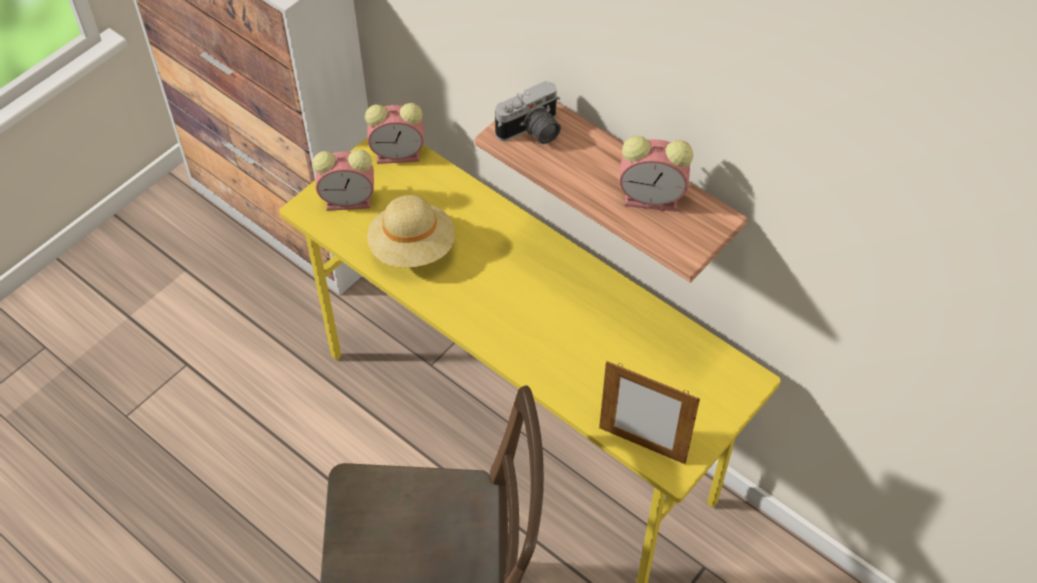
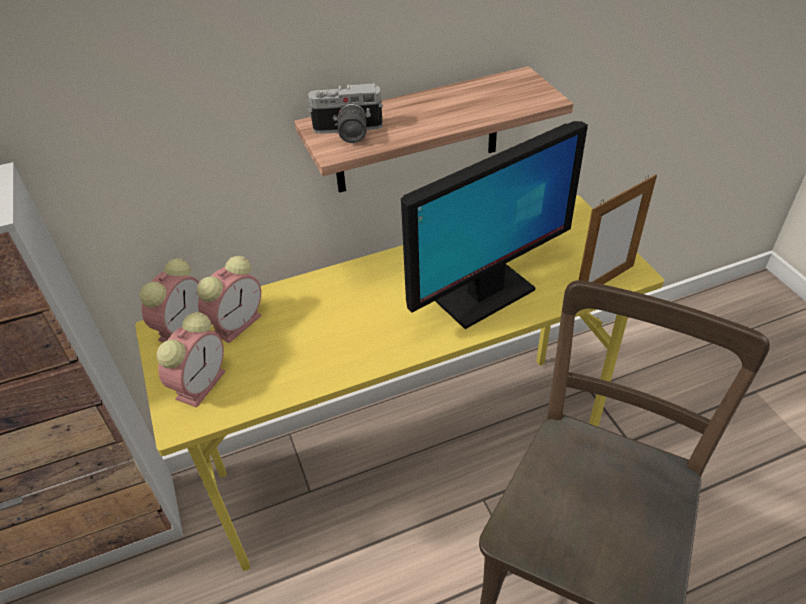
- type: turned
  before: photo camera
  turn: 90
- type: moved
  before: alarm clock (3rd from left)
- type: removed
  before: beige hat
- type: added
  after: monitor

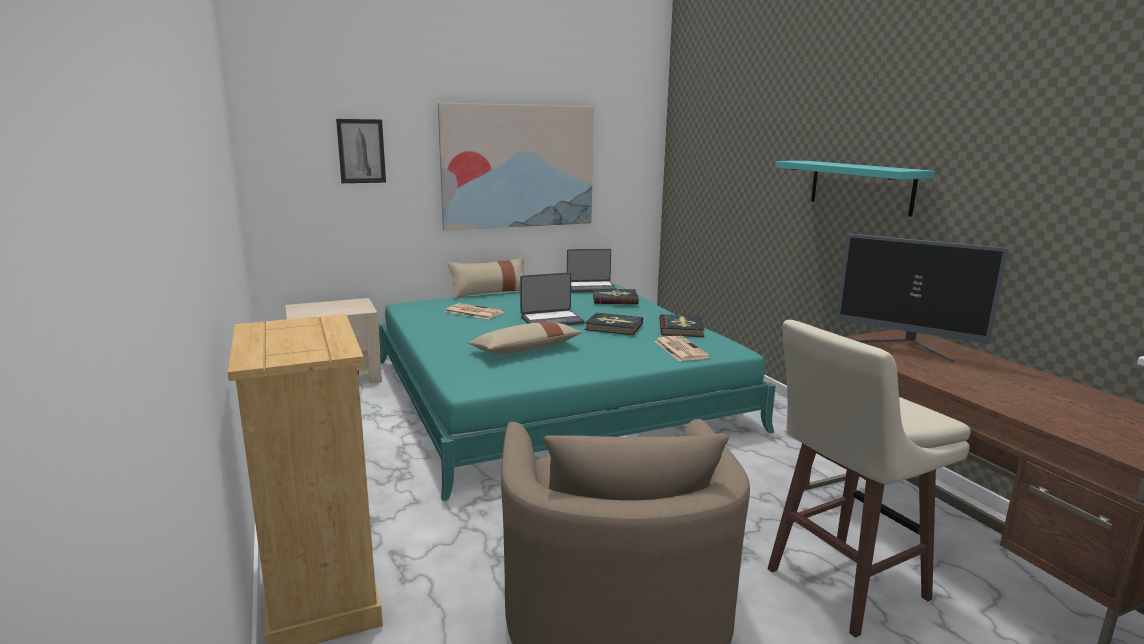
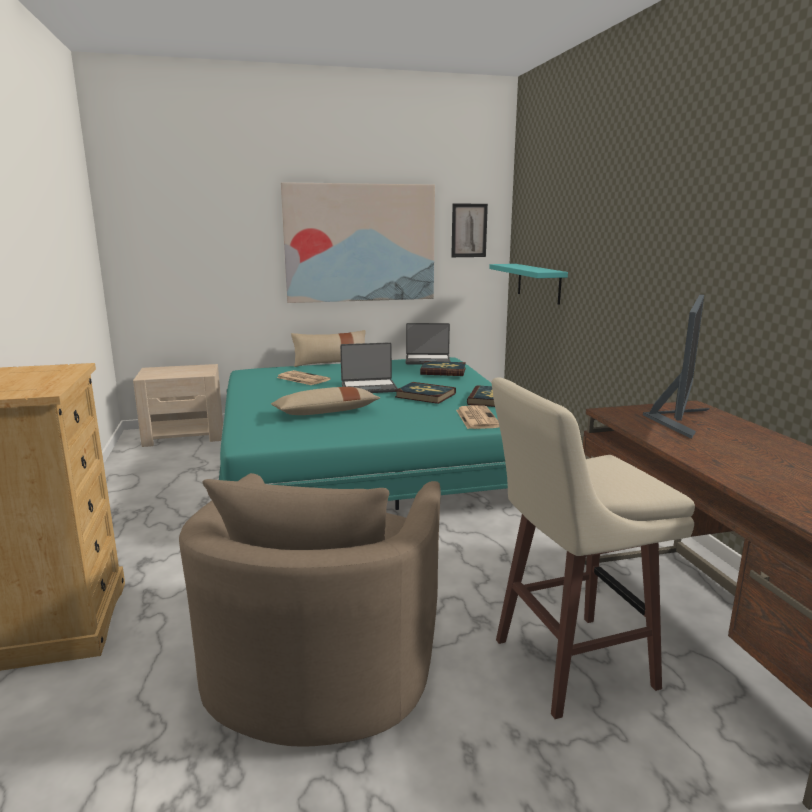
- type: moved
  before: picture (1st from left in the first image)
  after: picture (2nd from left)
- type: moved
  before: turquoise shelf
- type: turned
  before: monitor
  turn: -105

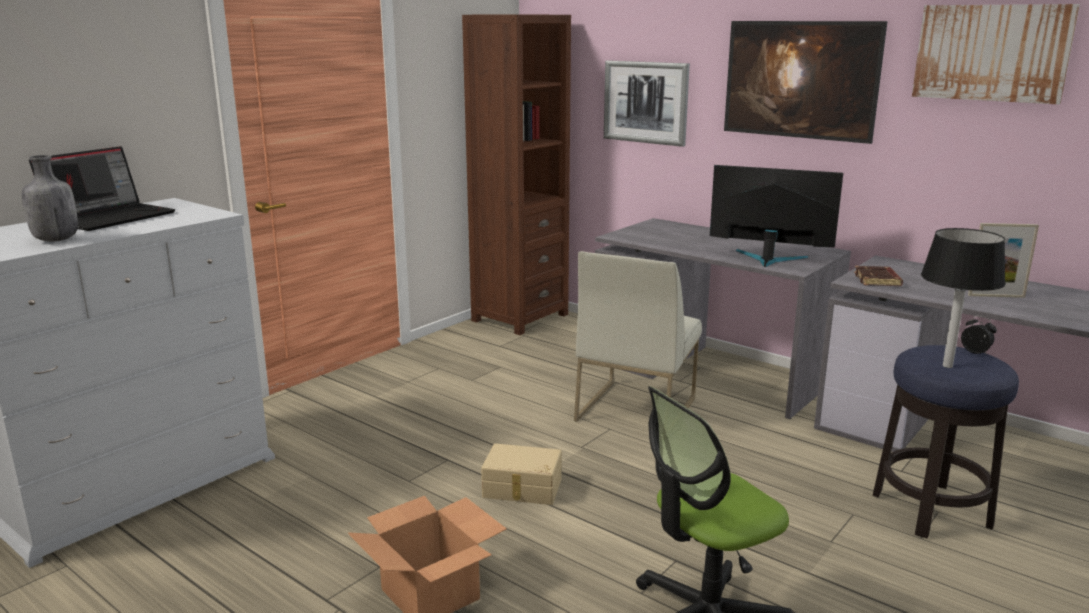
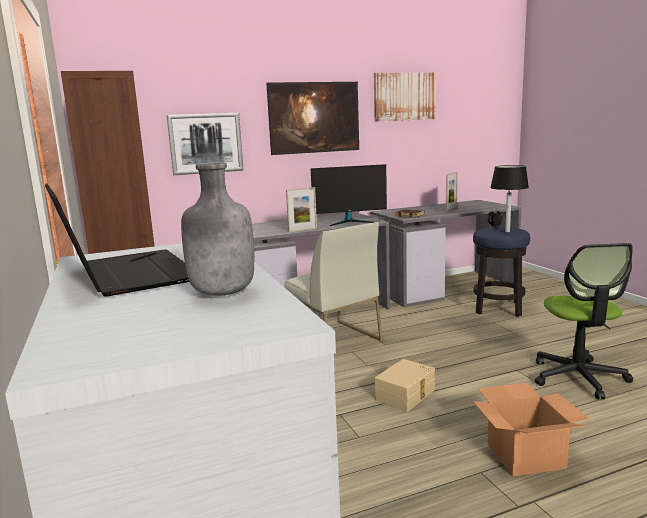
- type: turned
  before: monitor
  turn: -150
- type: added
  after: picture frame (1st from left)

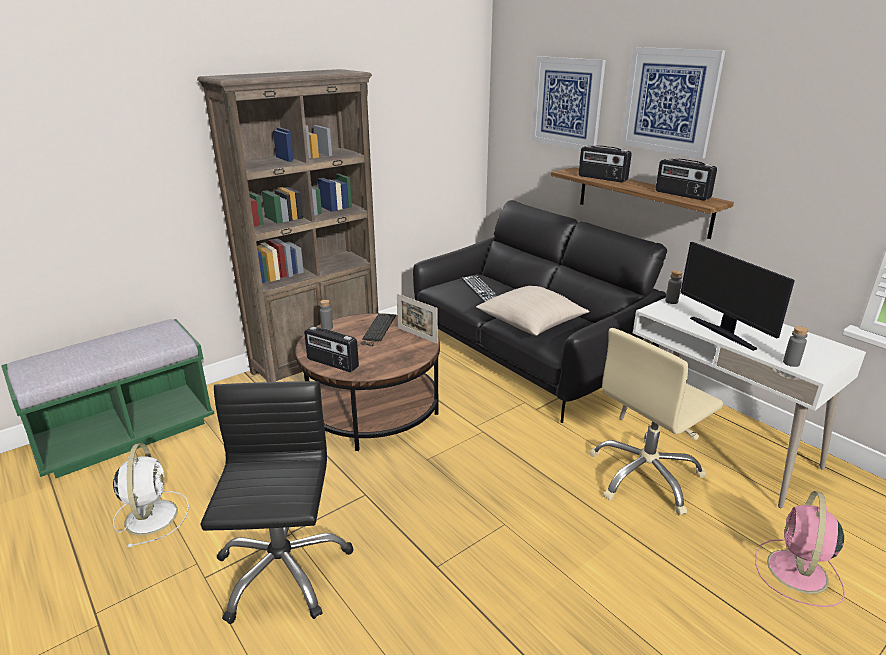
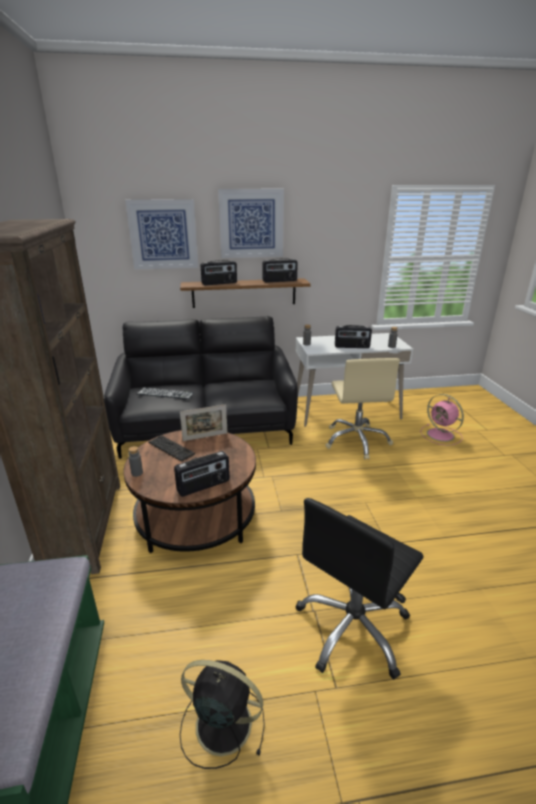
- type: replaced
  before: monitor
  after: radio (4th from left)
- type: removed
  before: beige pillow
- type: turned
  before: black office chair
  turn: -75
- type: recoloured
  before: white fan
  after: black fan

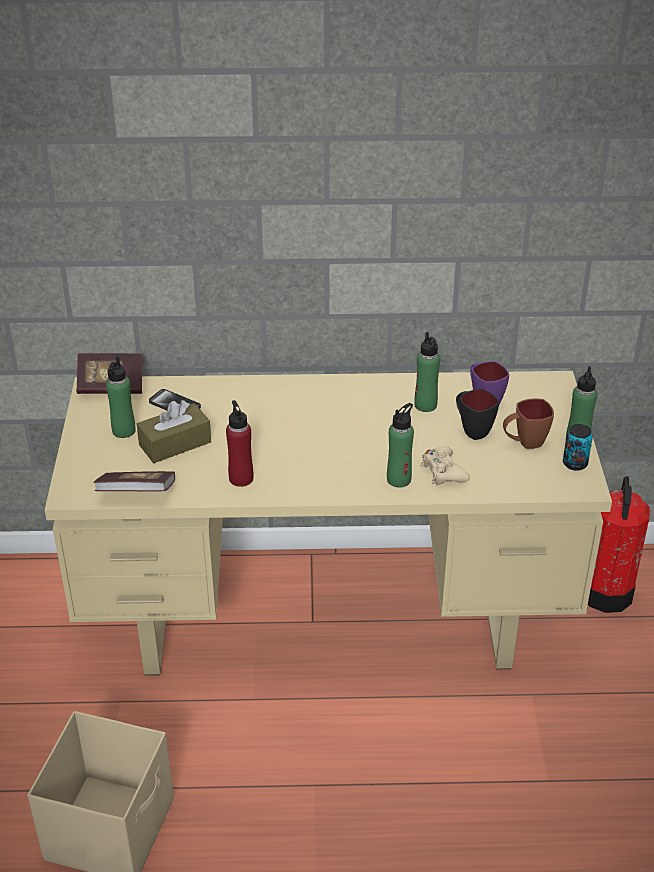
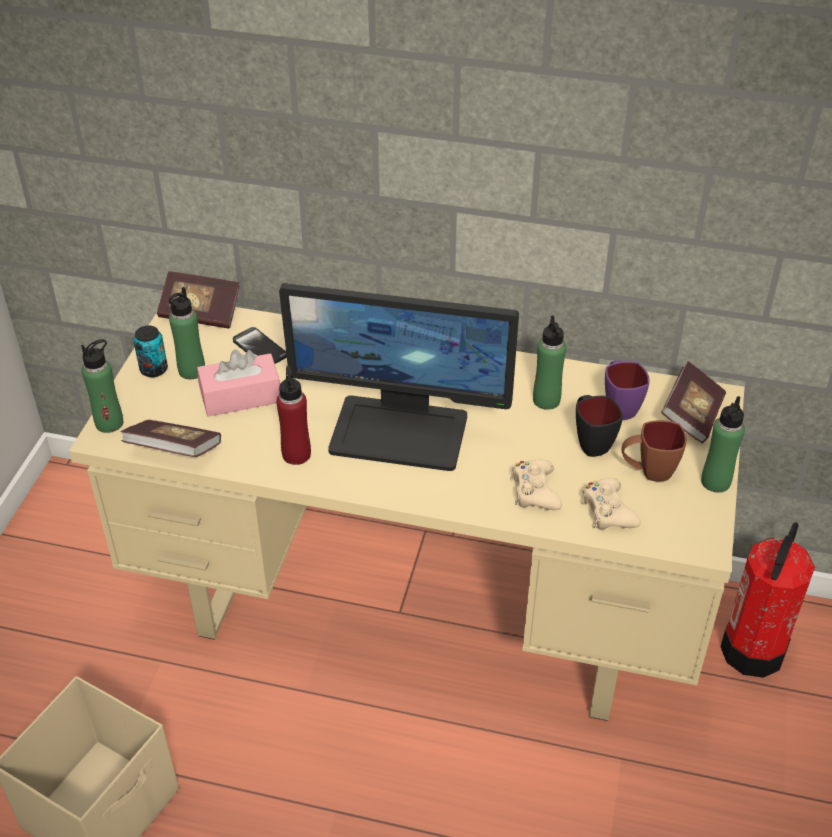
- type: recoloured
  before: brown tissue box
  after: pink tissue box
- type: moved
  before: green bottle (2nd from left in the first image)
  after: green bottle (1st from left)
- type: moved
  before: can
- type: added
  after: monitor
- type: added
  after: book (3rd from left)
- type: added
  after: beige game controller (2nd from left)

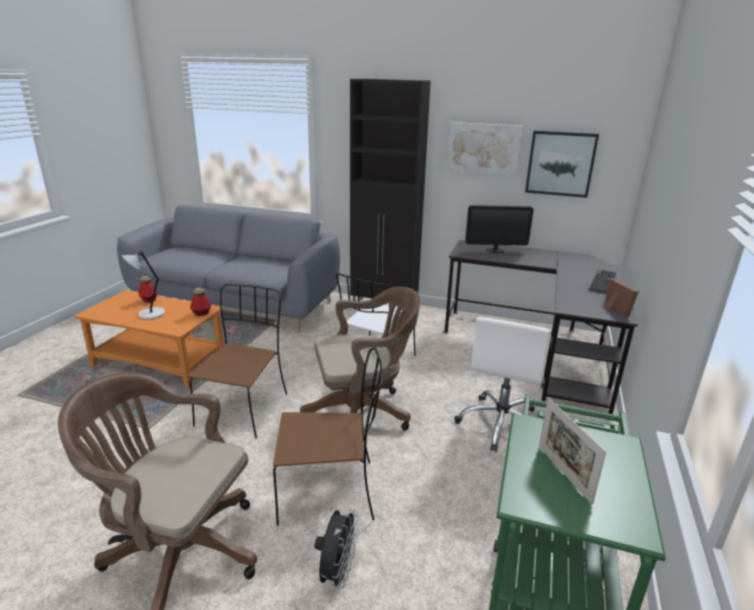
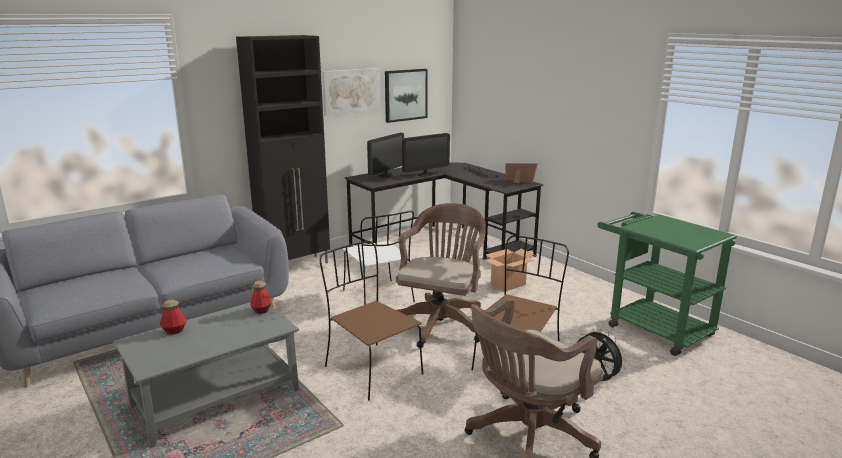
- type: removed
  before: grey table lamp
- type: recoloured
  before: orange coffee table
  after: grey coffee table
- type: replaced
  before: white office chair
  after: cardboard box
- type: removed
  before: picture frame (1st from left)
- type: added
  after: monitor (2nd from left)

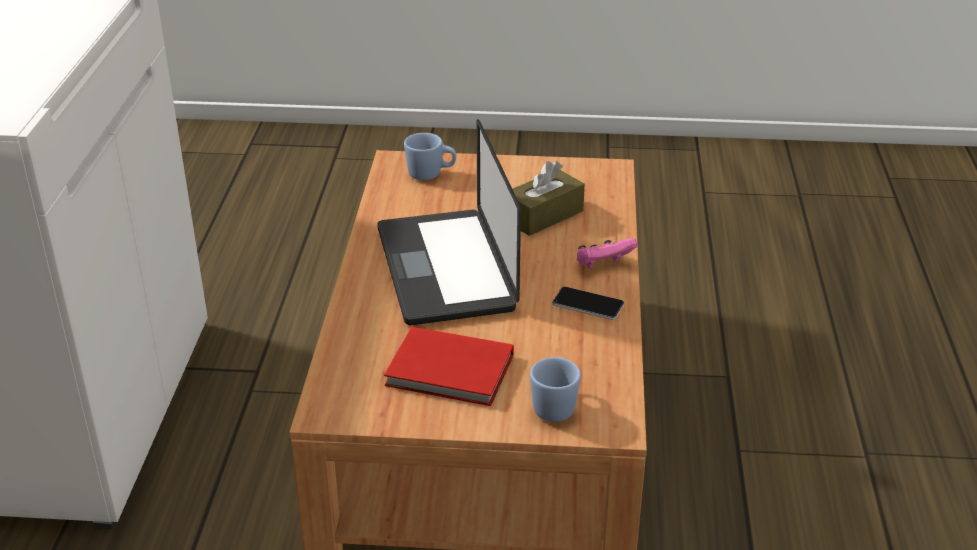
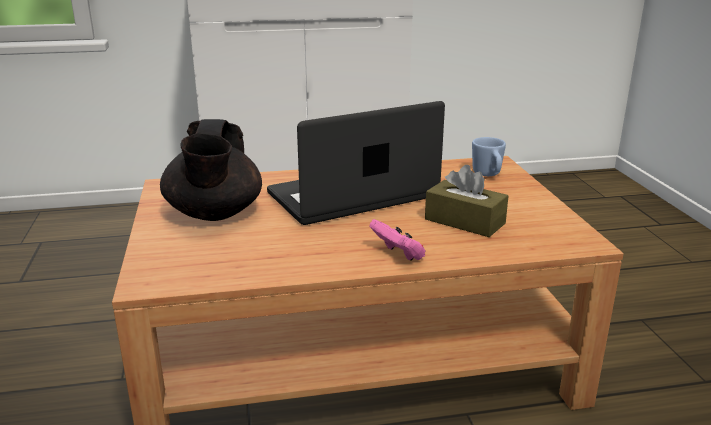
- type: removed
  before: phone
- type: replaced
  before: red book
  after: black teapot
- type: removed
  before: blue mug (2nd from left)

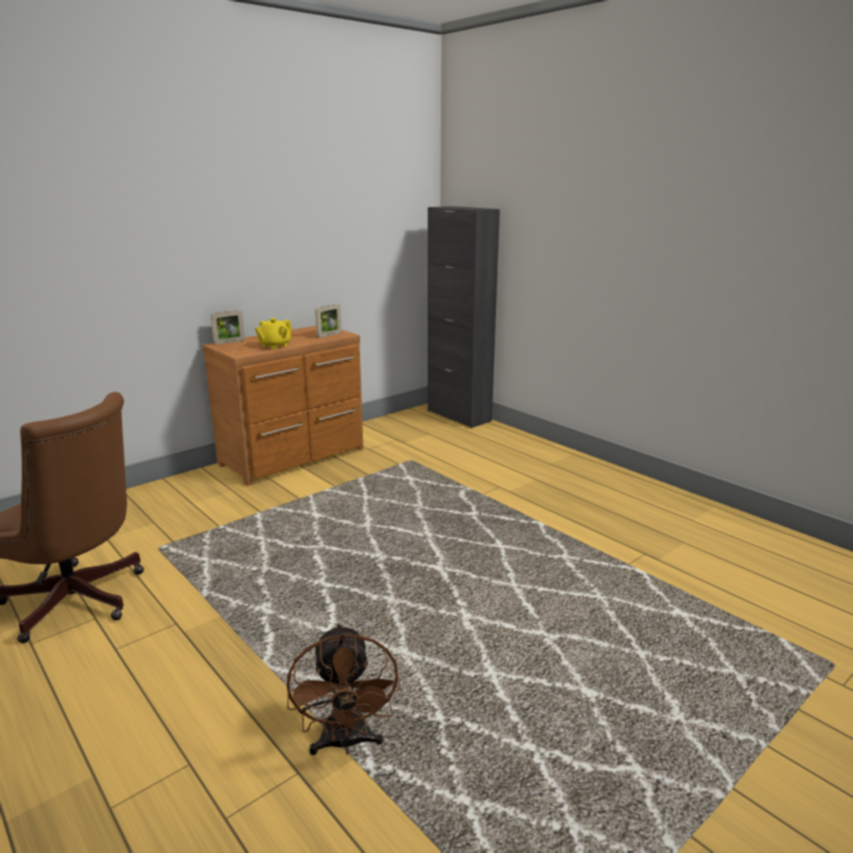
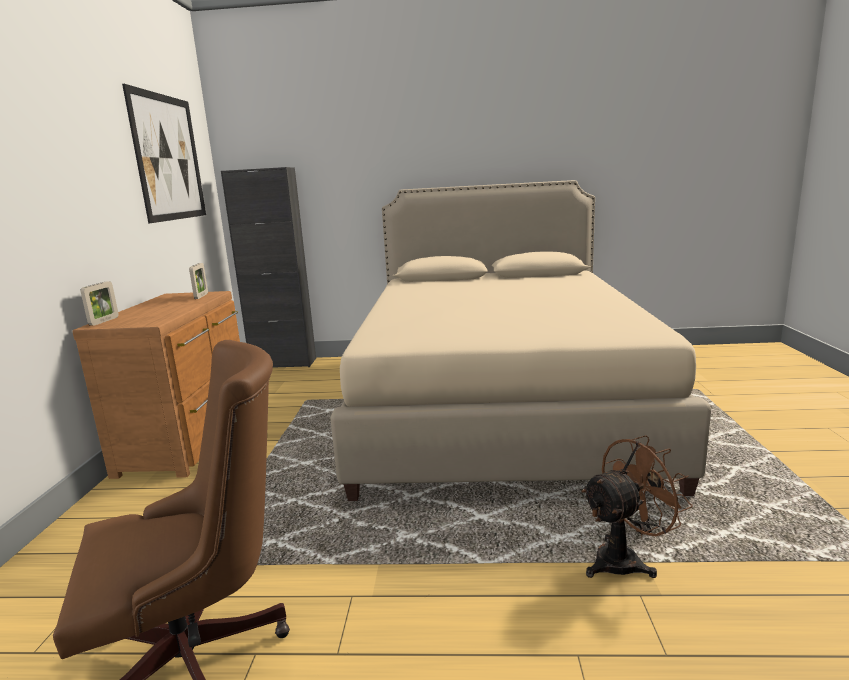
- type: removed
  before: yellow teapot
- type: turned
  before: brown fan
  turn: -60
- type: added
  after: picture
- type: added
  after: beige bed

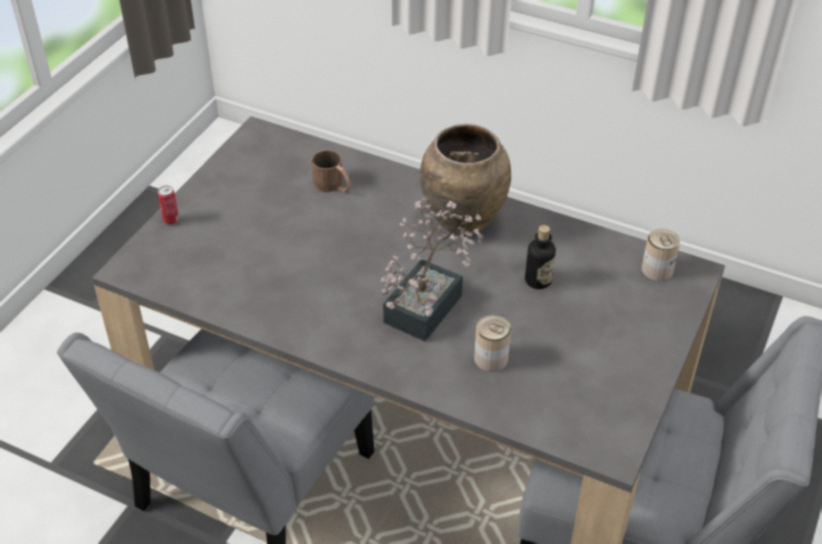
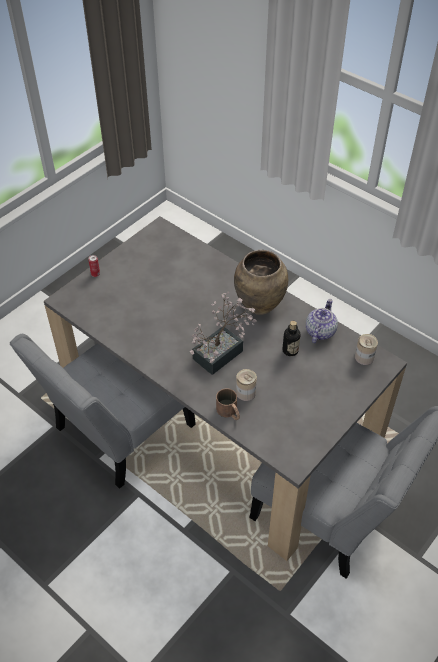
- type: moved
  before: brown mug
- type: added
  after: teapot

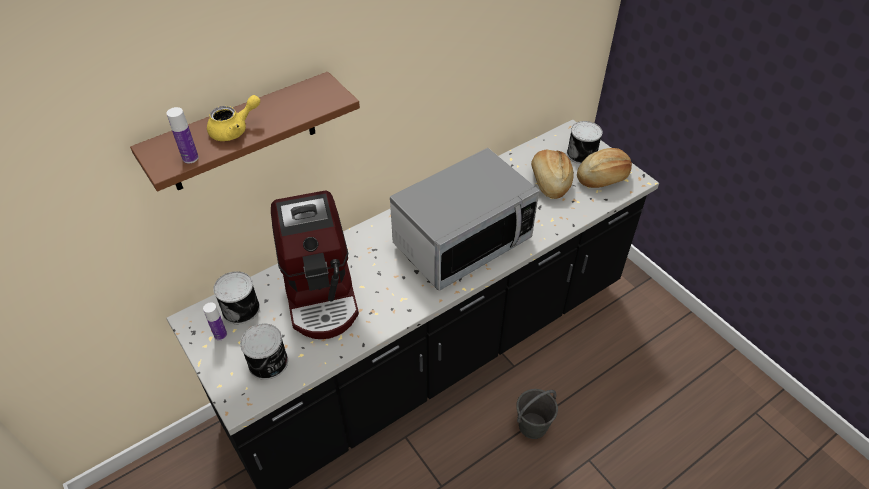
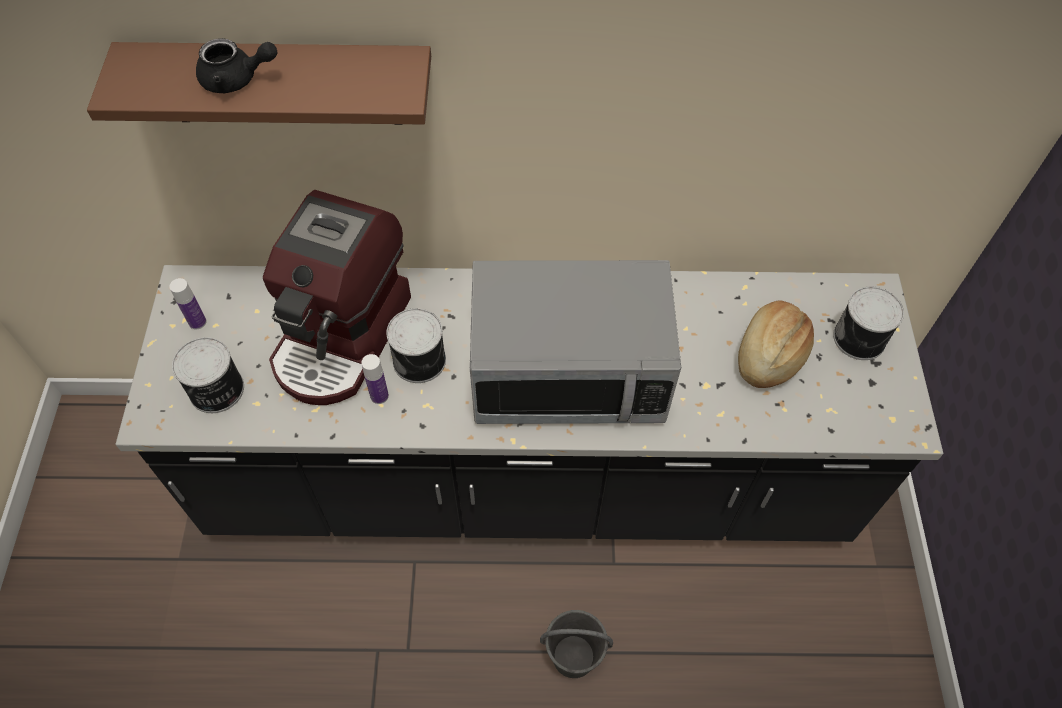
- type: recoloured
  before: yellow teapot
  after: black teapot
- type: moved
  before: bottle (1st from left in the first image)
  after: bottle (2nd from left)
- type: removed
  before: bread (2nd from left)
- type: moved
  before: can (1st from left in the first image)
  after: can (2nd from left)

